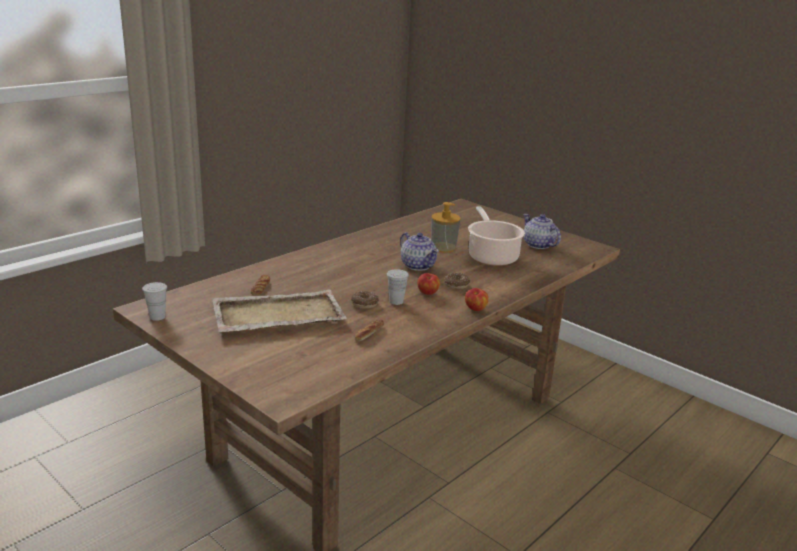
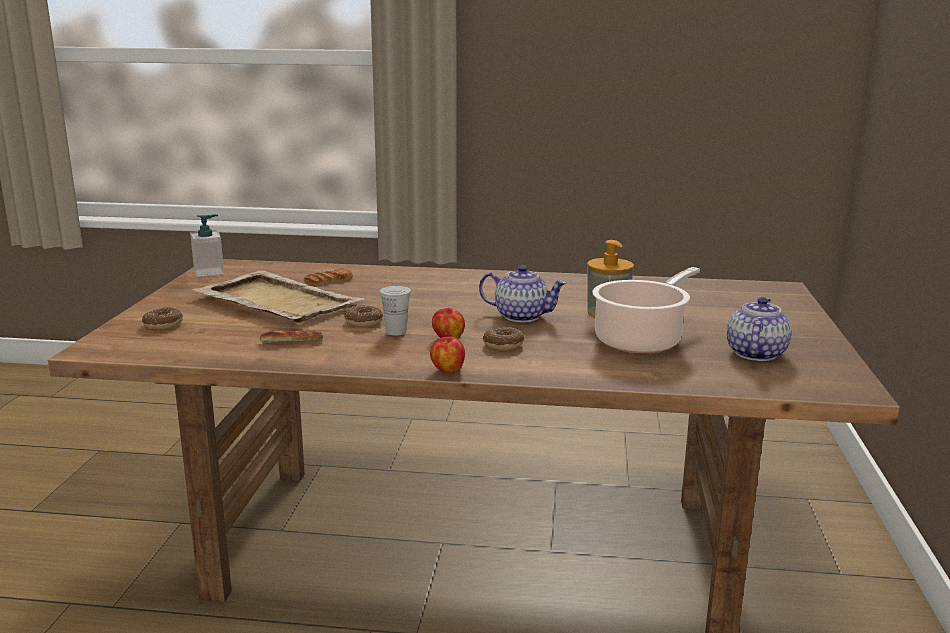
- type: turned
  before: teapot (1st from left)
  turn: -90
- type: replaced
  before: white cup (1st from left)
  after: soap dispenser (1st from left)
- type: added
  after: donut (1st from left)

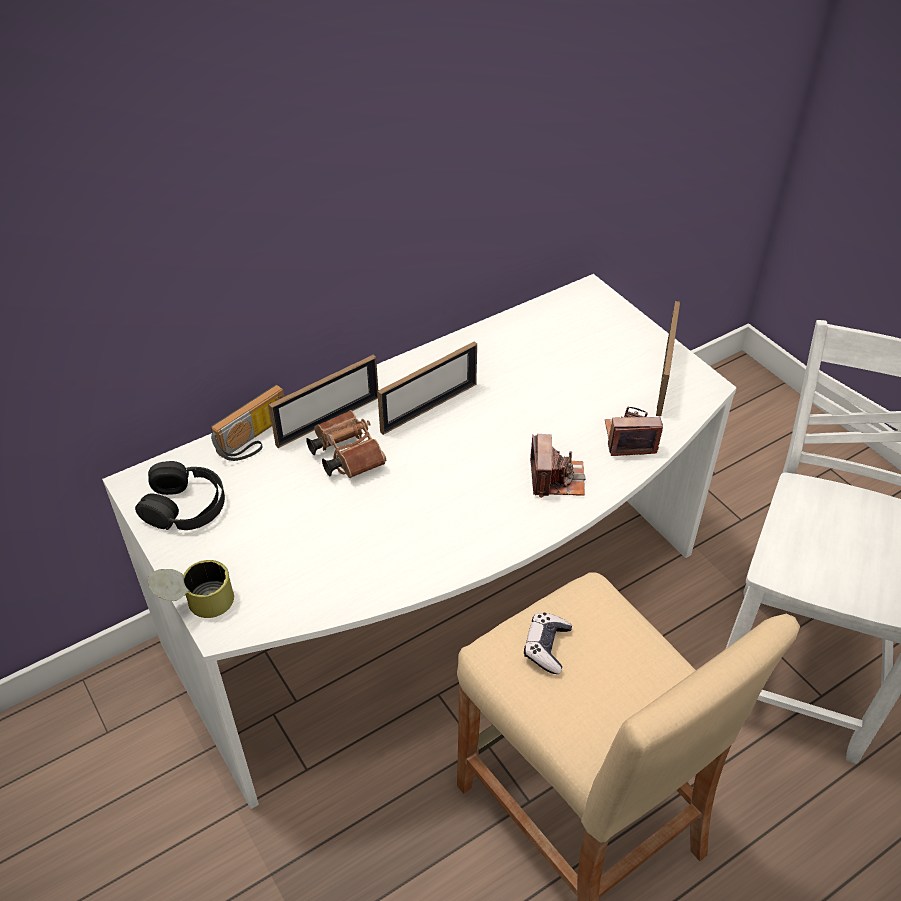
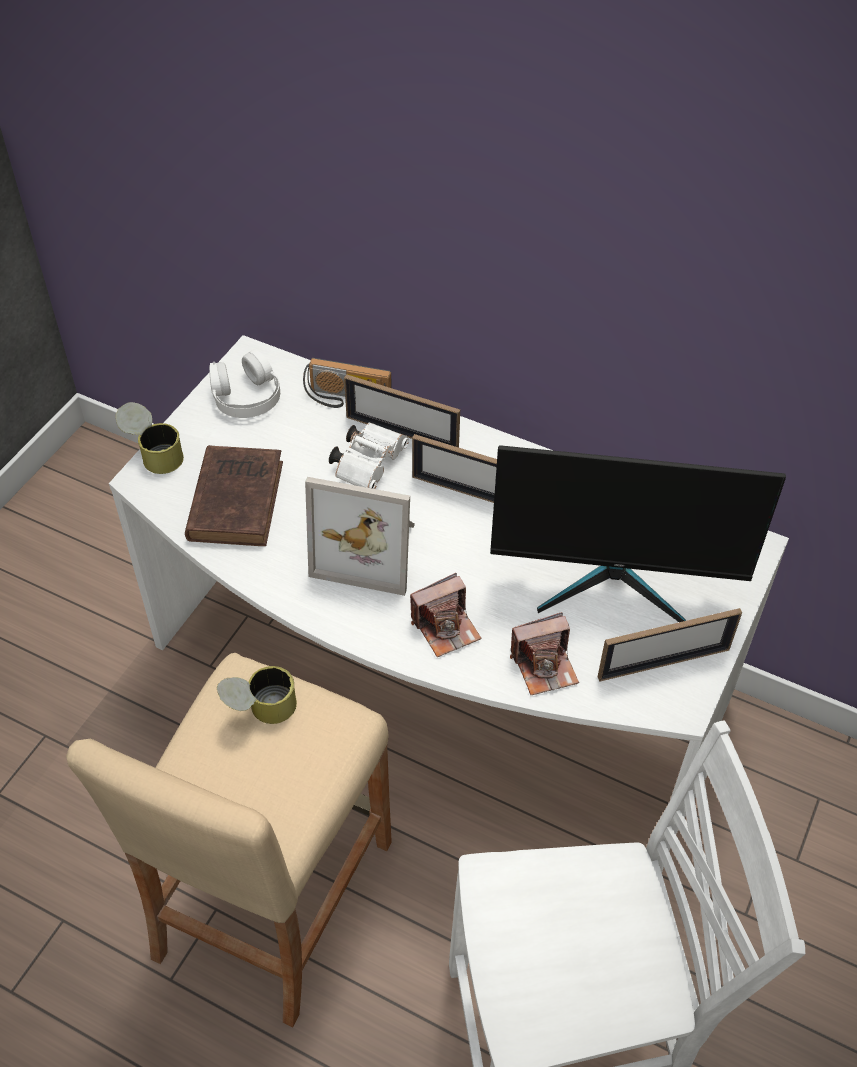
- type: turned
  before: photo camera (2nd from left)
  turn: 105
- type: recoloured
  before: brown binoculars
  after: white binoculars
- type: recoloured
  before: black headphones
  after: white headphones
- type: replaced
  before: game controller
  after: can (2nd from left)
- type: added
  after: brown book
- type: added
  after: monitor
- type: added
  after: picture frame (1st from left)

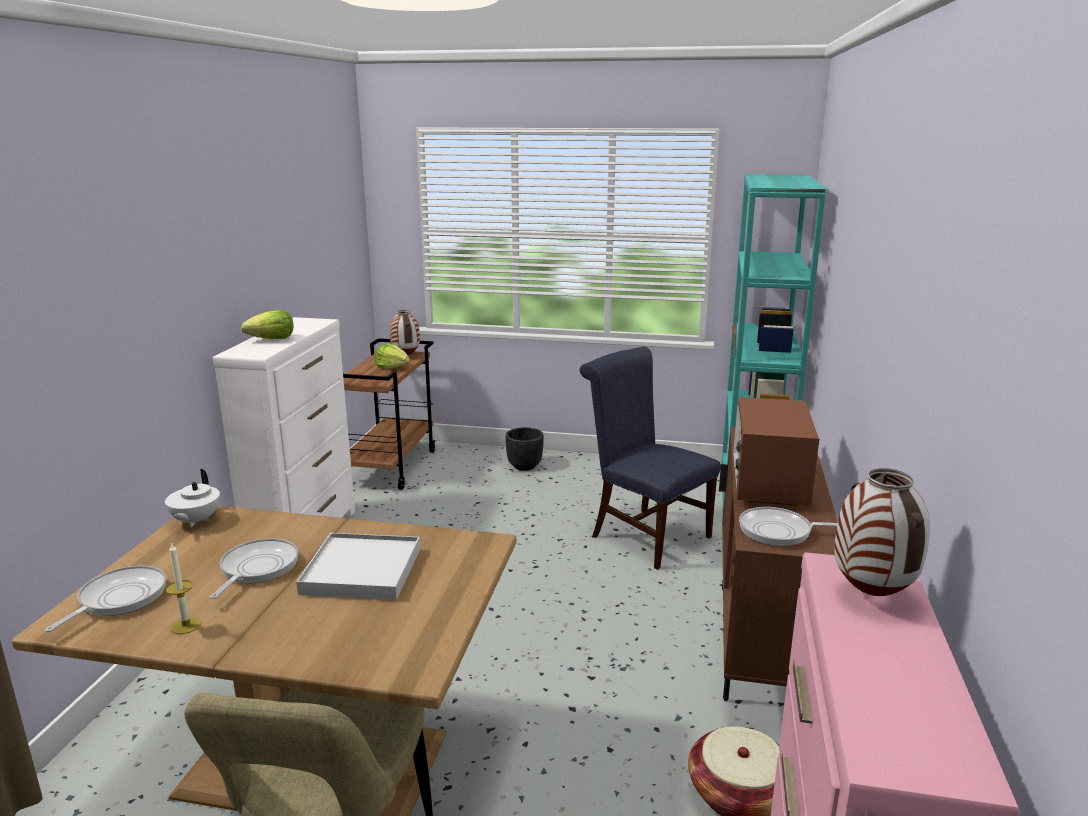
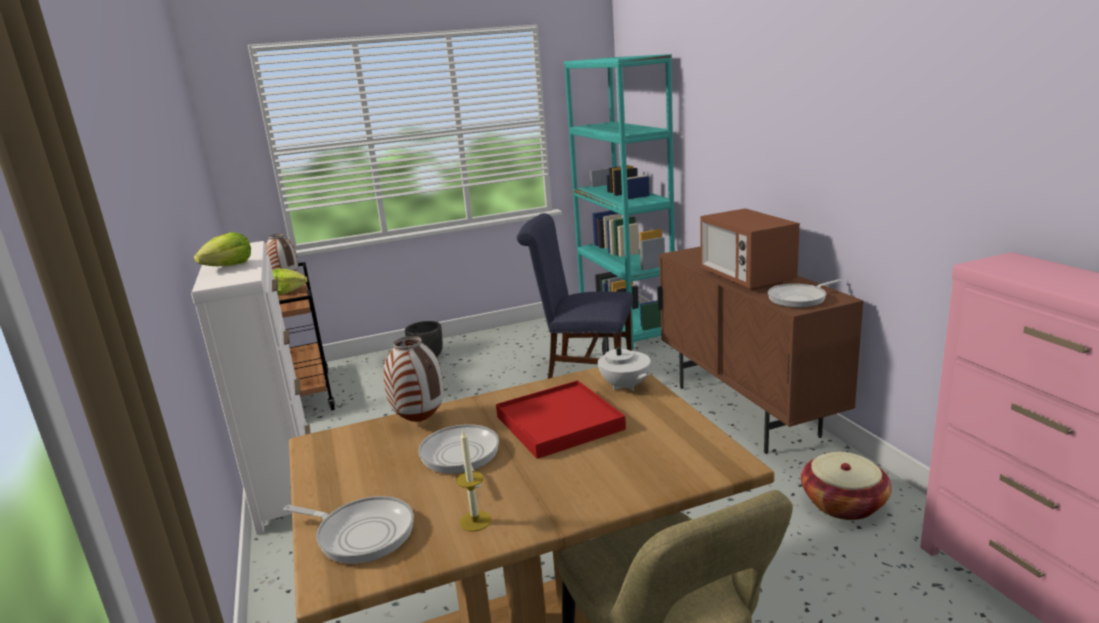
- type: moved
  before: vase (2nd from left)
- type: moved
  before: white teapot
- type: recoloured
  before: white tray
  after: red tray
- type: turned
  before: frying pan (1st from left)
  turn: 120

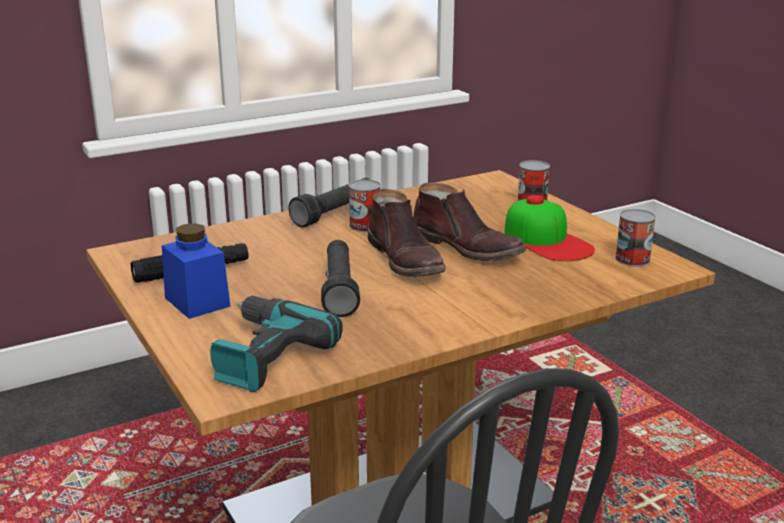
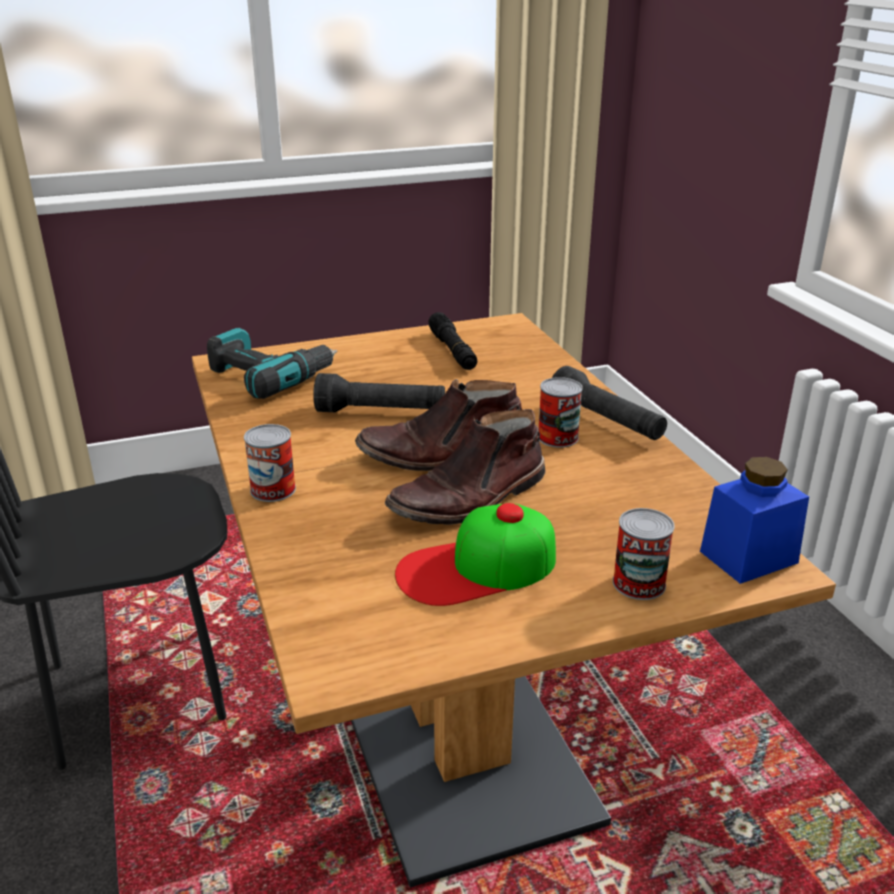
- type: moved
  before: can (3rd from left in the first image)
  after: can (1st from left)
- type: moved
  before: blue jar

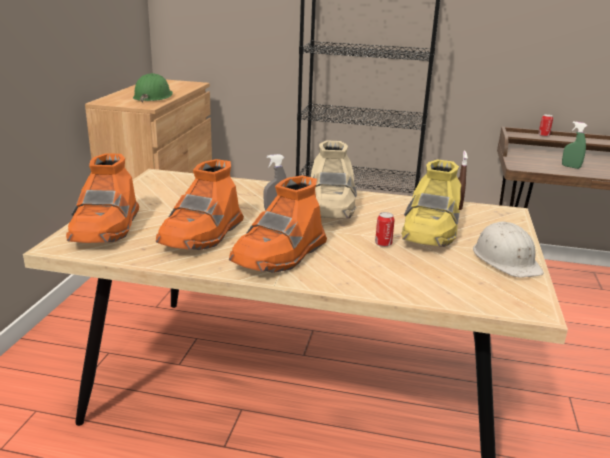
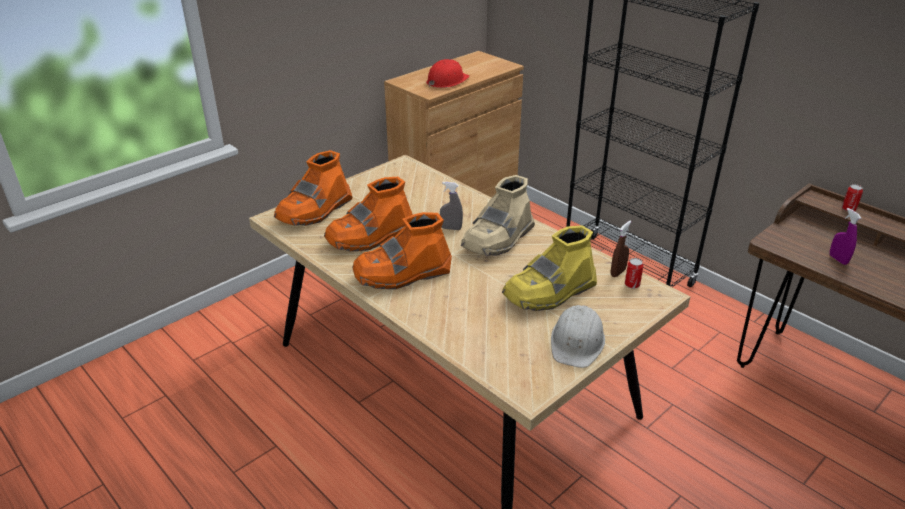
- type: recoloured
  before: green hard hat
  after: red hard hat
- type: recoloured
  before: green spray bottle
  after: purple spray bottle
- type: moved
  before: can (1st from left)

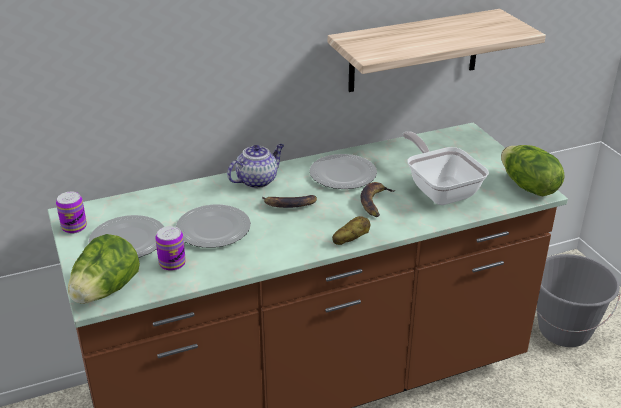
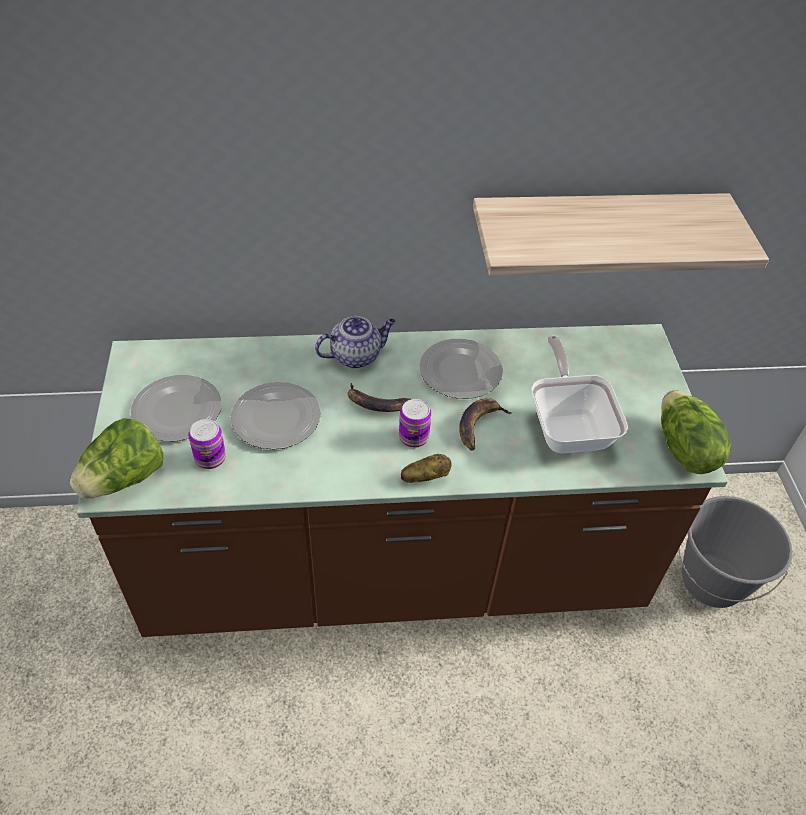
- type: moved
  before: can (1st from left in the first image)
  after: can (2nd from left)

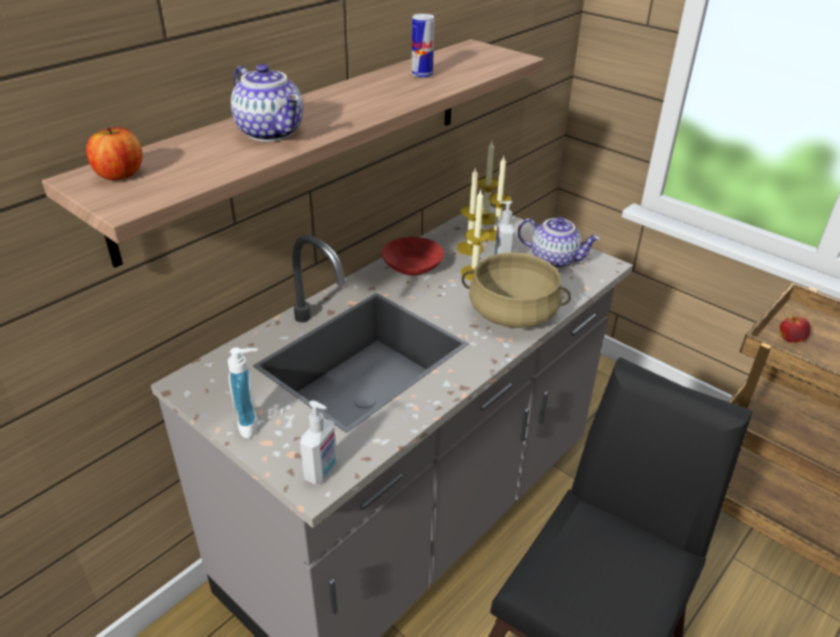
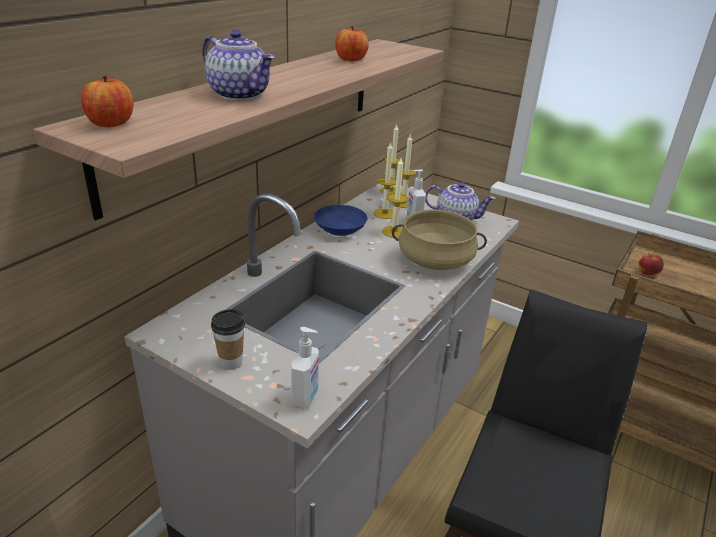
- type: replaced
  before: can
  after: apple (2nd from left)
- type: recoloured
  before: red bowl
  after: blue bowl
- type: replaced
  before: soap dispenser (1st from left)
  after: cup

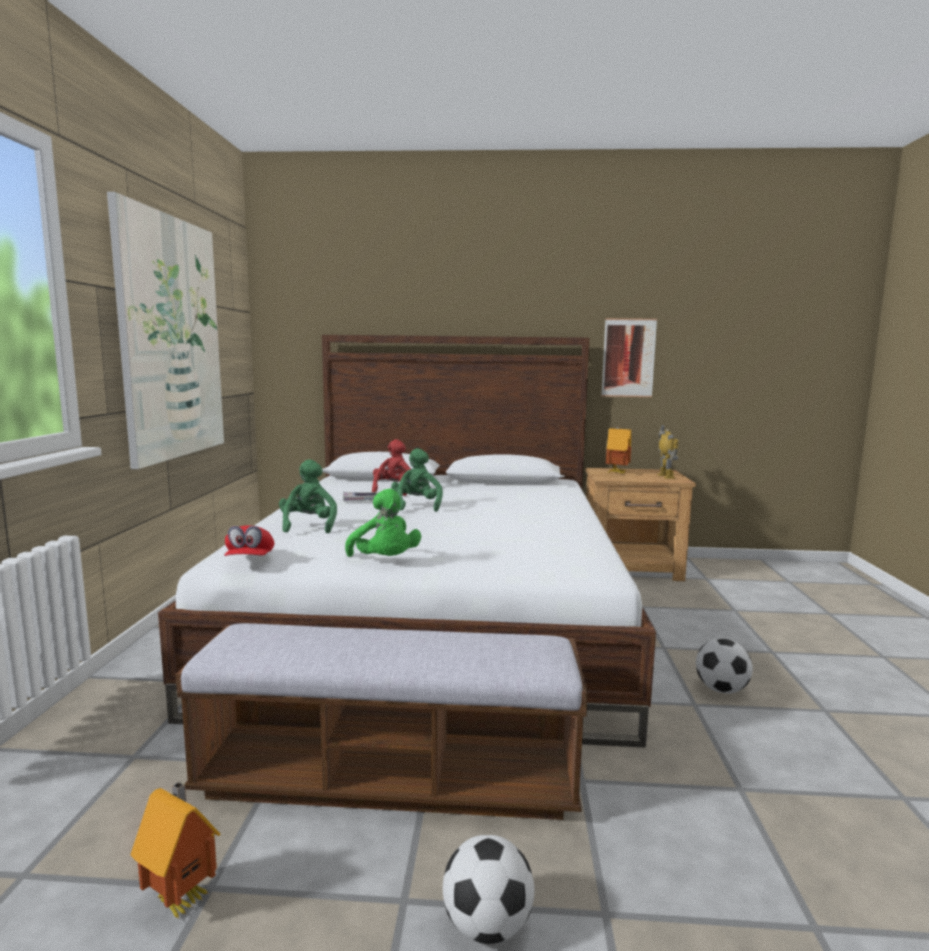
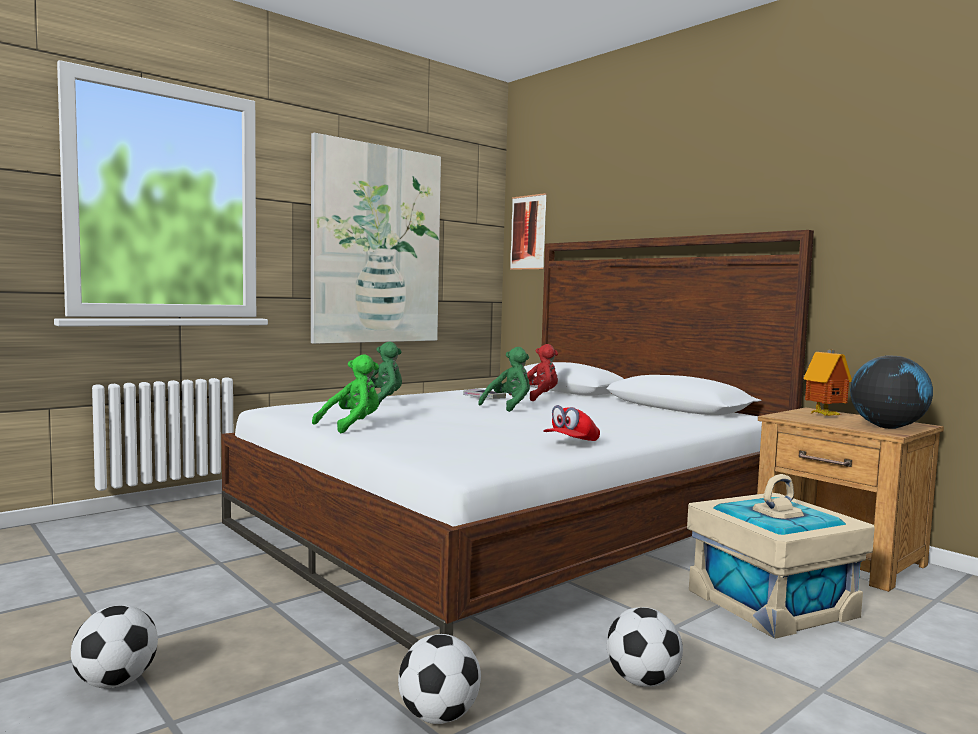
- type: moved
  before: picture (2nd from left)
- type: replaced
  before: toy robot
  after: globe
- type: turned
  before: green plush toy (2nd from left in the first image)
  turn: -150
- type: moved
  before: red cap
- type: removed
  before: bench
- type: removed
  before: toy house (1st from left)
- type: added
  after: beige storage box
- type: added
  after: football (2nd from left)

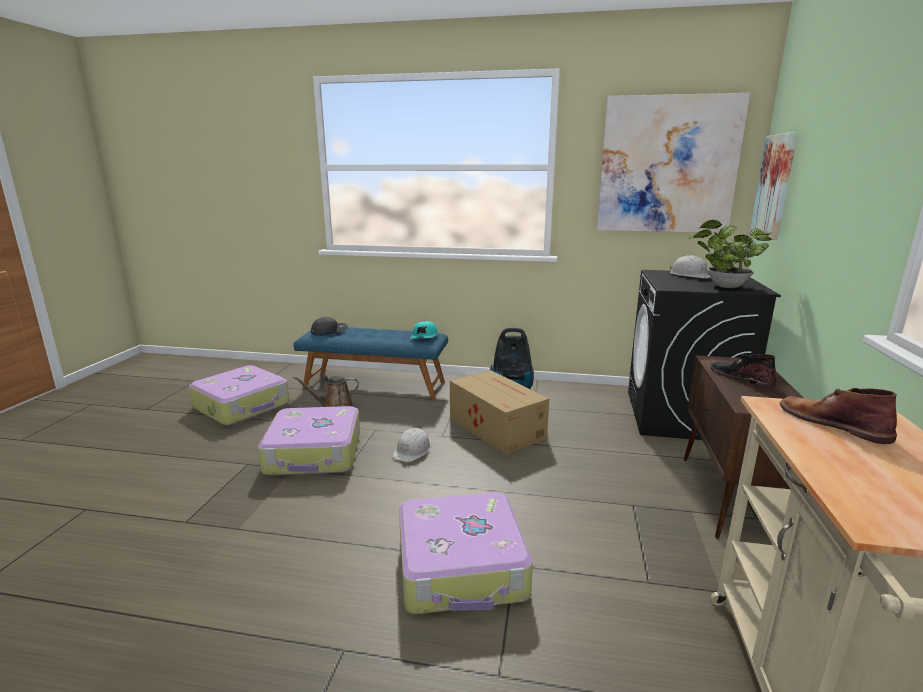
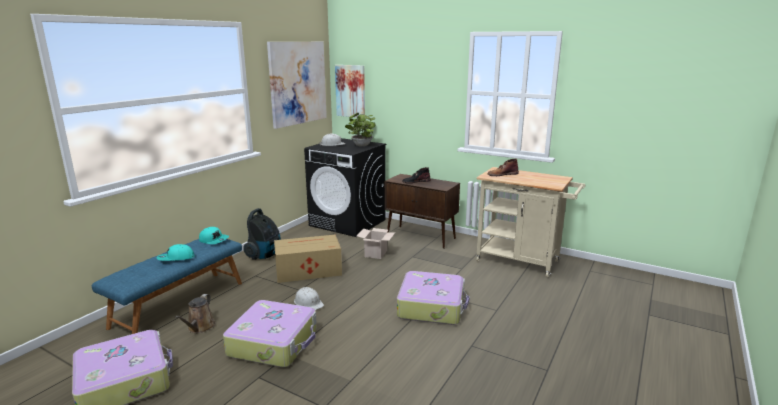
- type: removed
  before: grey cap
- type: added
  after: cardboard box (2nd from left)
- type: added
  after: turquoise cap (1st from left)

